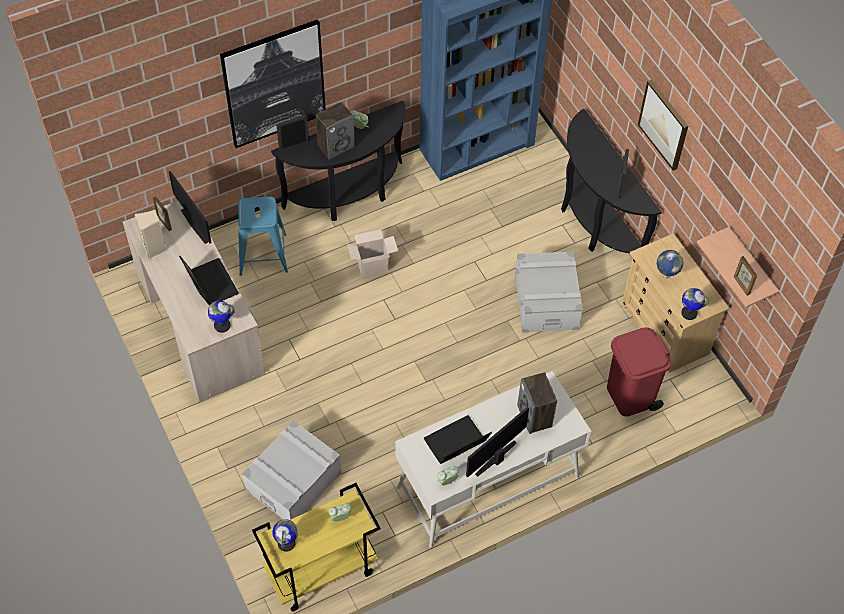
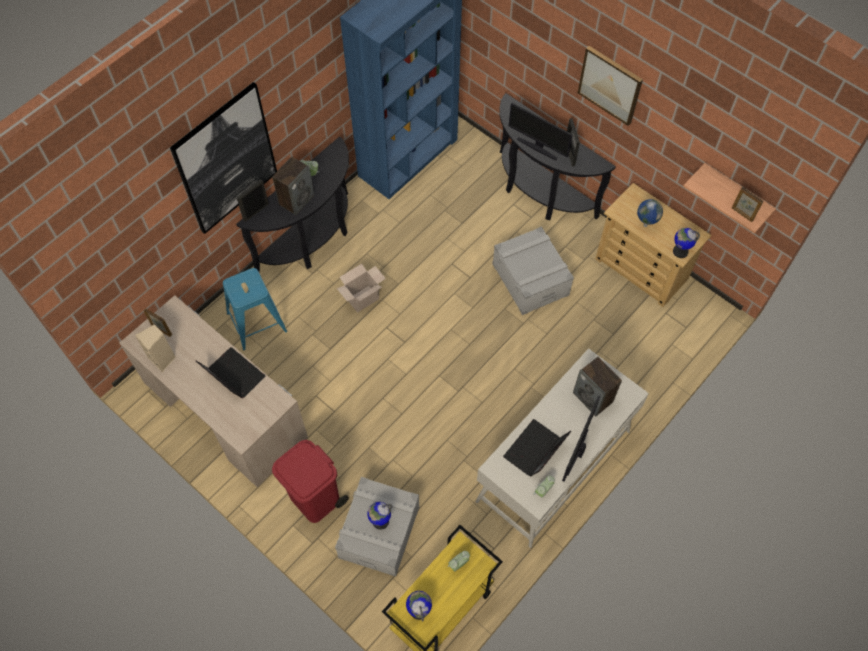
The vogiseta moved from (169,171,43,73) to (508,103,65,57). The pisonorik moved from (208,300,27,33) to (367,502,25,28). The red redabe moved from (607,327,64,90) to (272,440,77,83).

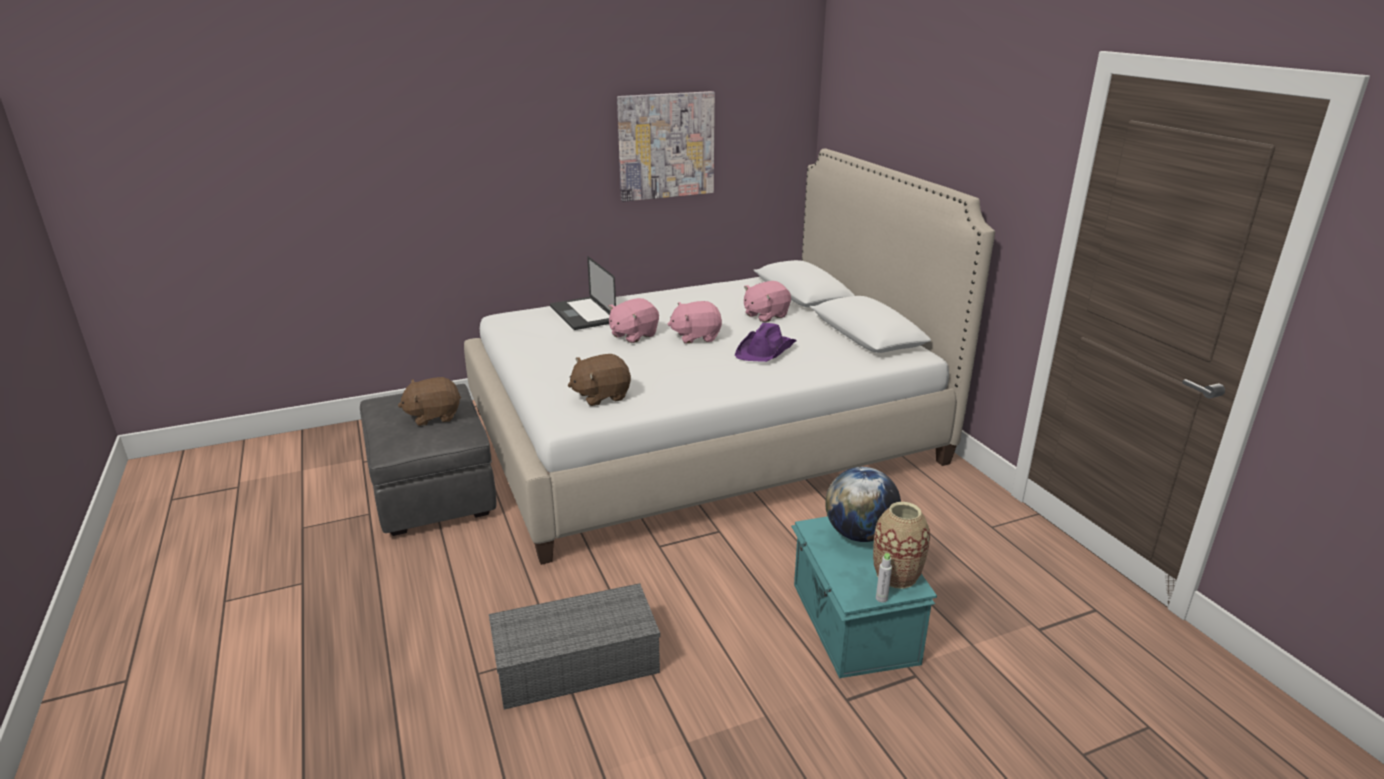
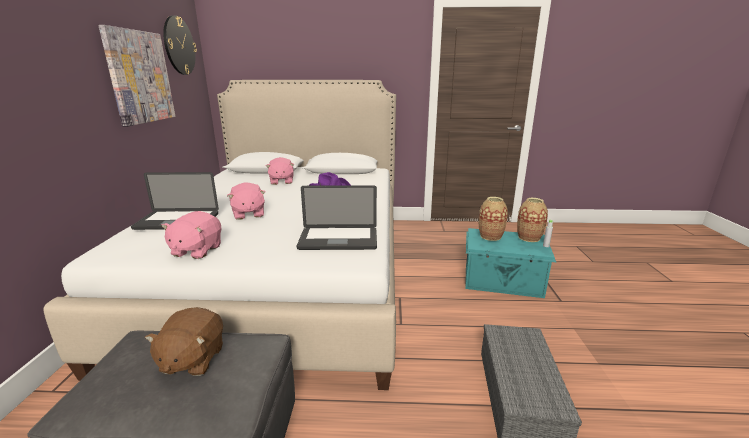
The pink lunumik moved from (668,301,54,43) to (161,211,60,48). The brown lunumik at (568,354,63,52) was replaced by the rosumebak at (297,185,80,65). The pisonorik at (825,467,76,75) was replaced by the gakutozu at (479,197,29,44). The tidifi at (163,15,34,60) appeared.

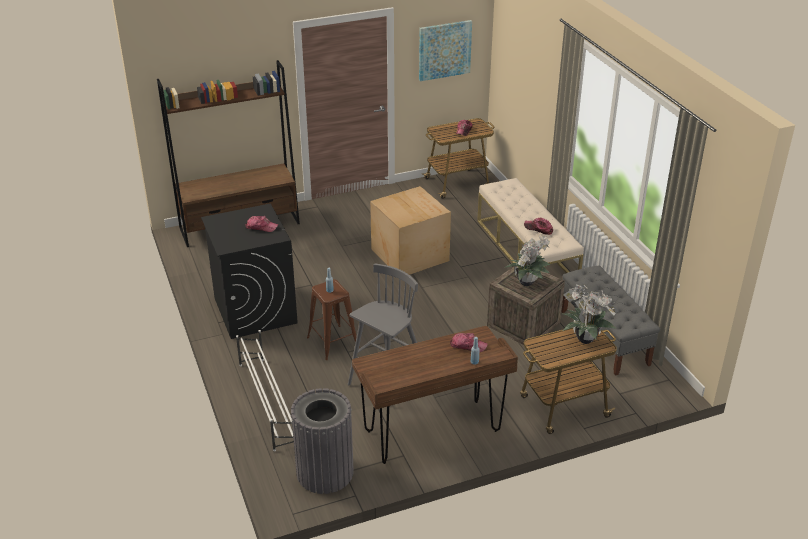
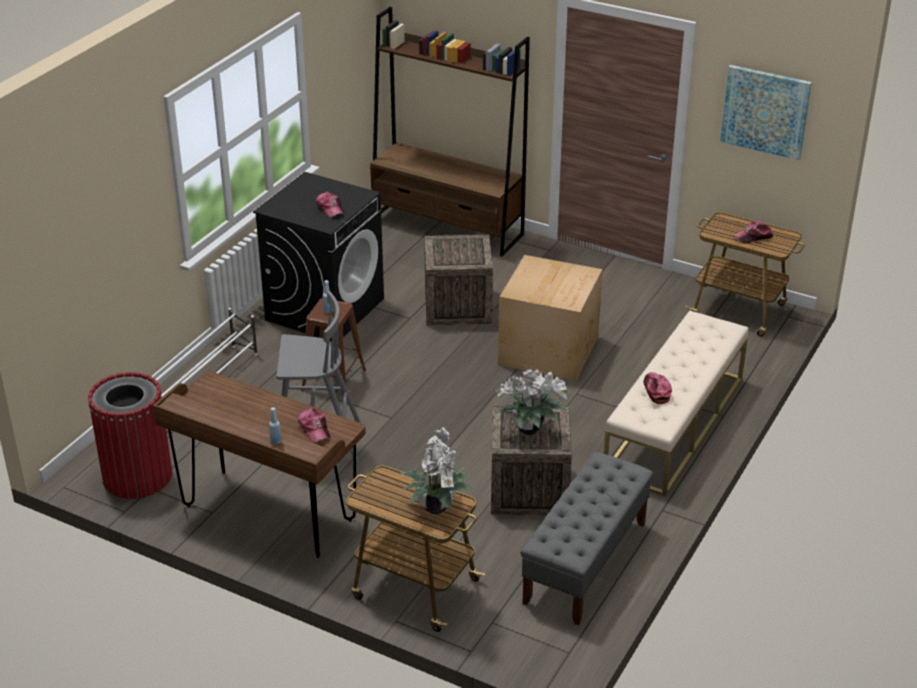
The grey redabe at (291,388,63,106) became the red redabe at (88,372,84,127). The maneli at (424,234,69,91) appeared.

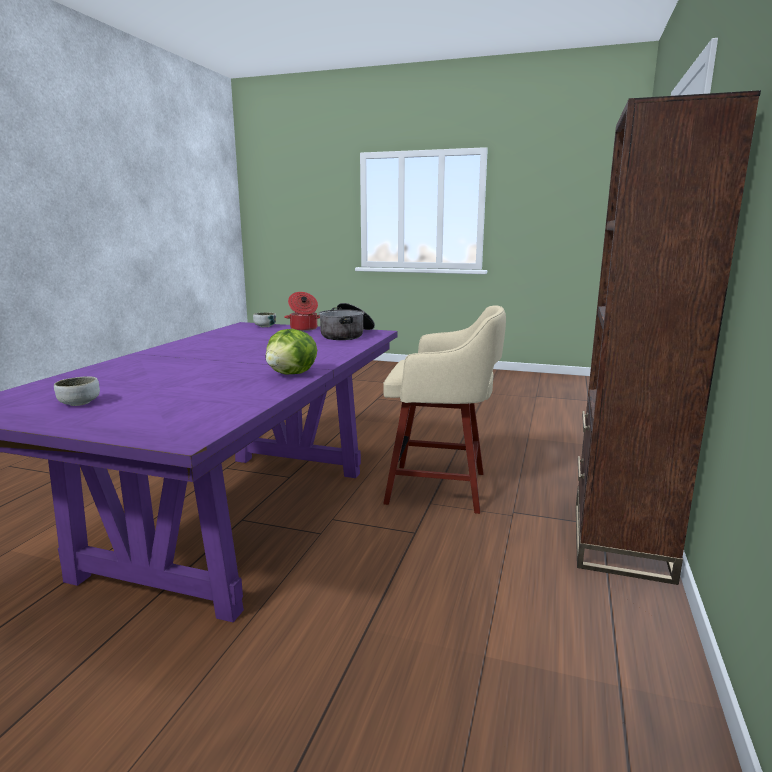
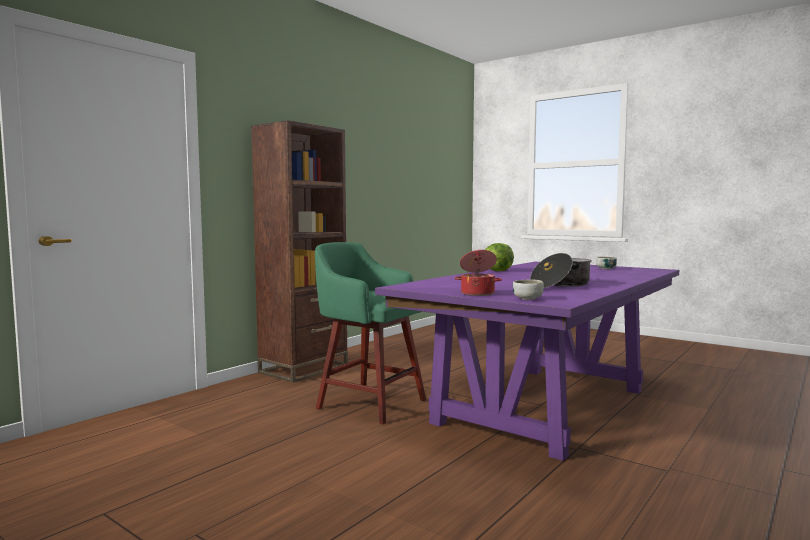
The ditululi moved from (319,303,56,37) to (530,253,62,35). The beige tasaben at (383,305,123,209) became the green tasaben at (315,242,111,182).

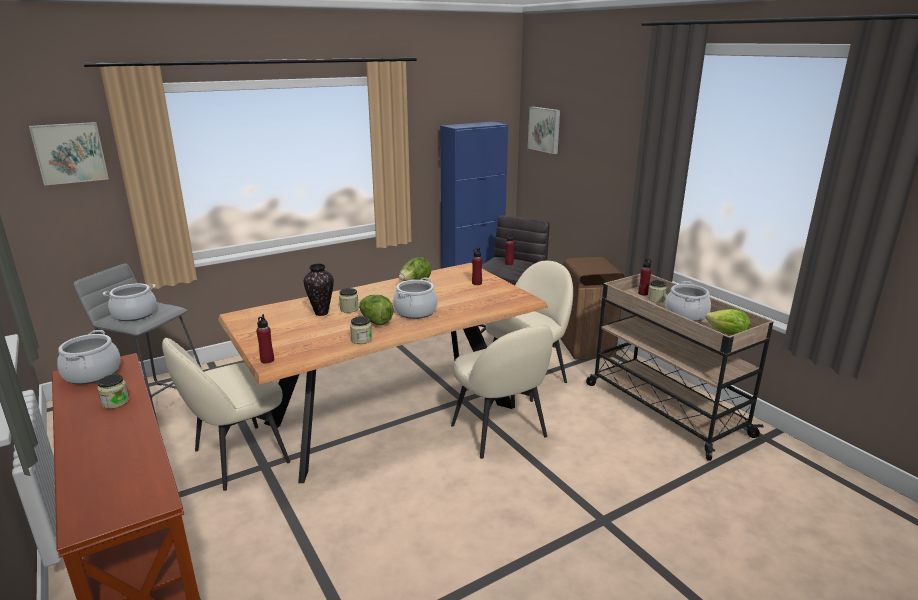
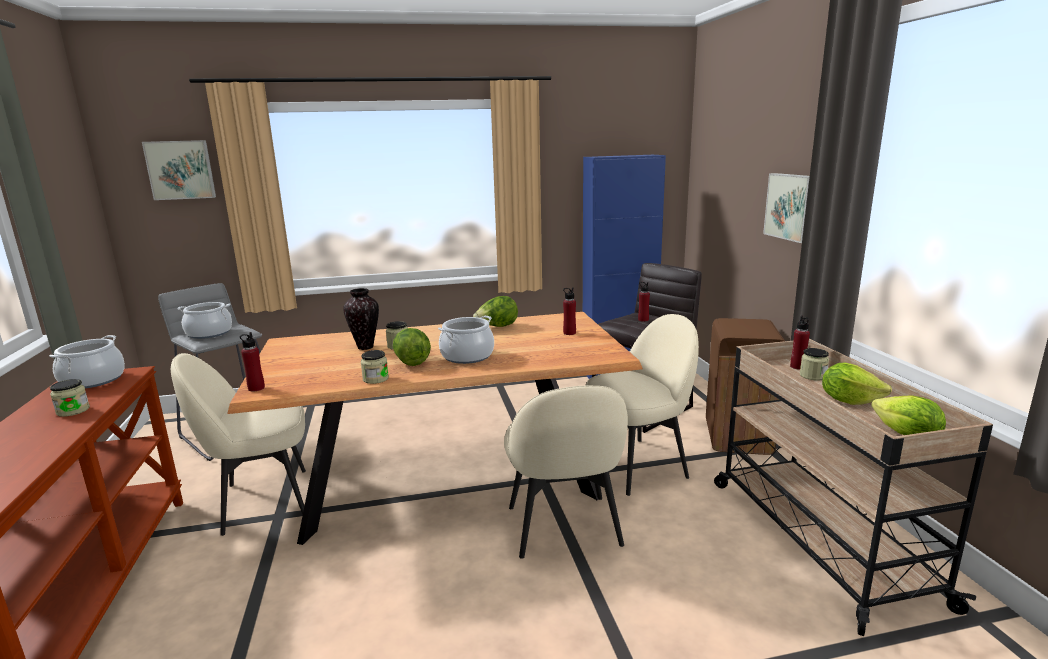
The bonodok moved from (528,107,32,47) to (763,173,47,70). The ditululi at (665,281,46,41) was replaced by the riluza at (822,362,70,43).

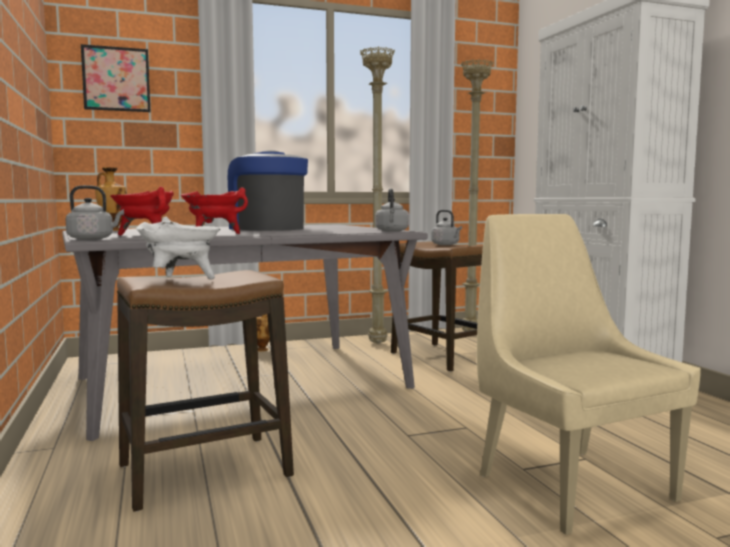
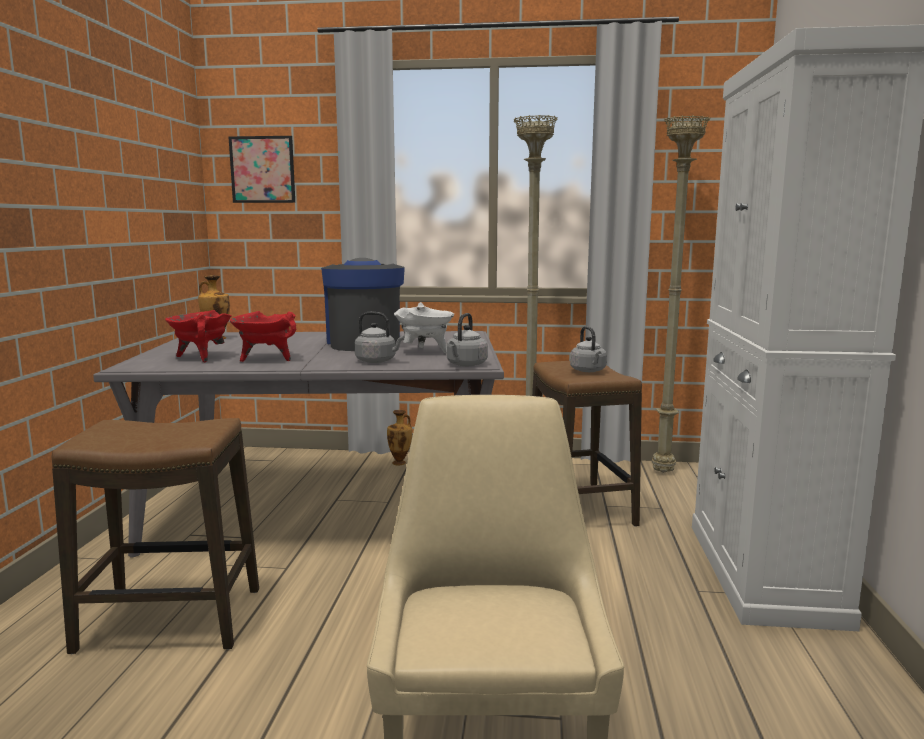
The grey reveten moved from (66,185,58,55) to (355,312,49,51). The white ditululi moved from (136,217,84,62) to (394,302,60,51).

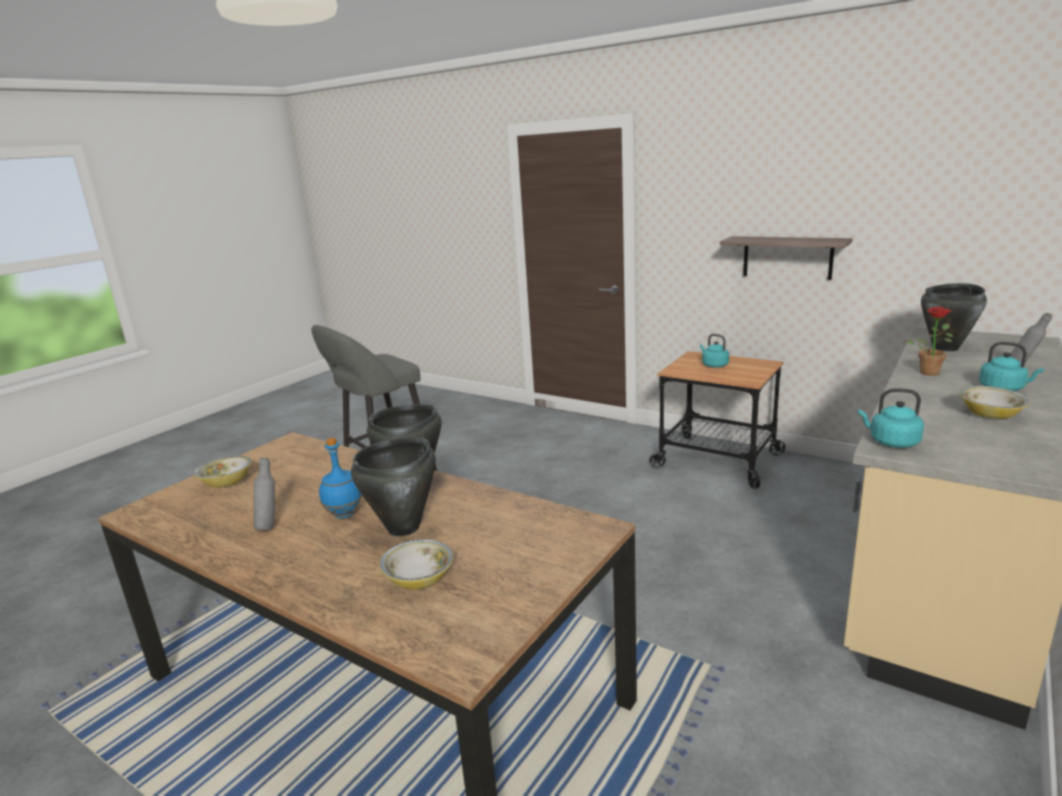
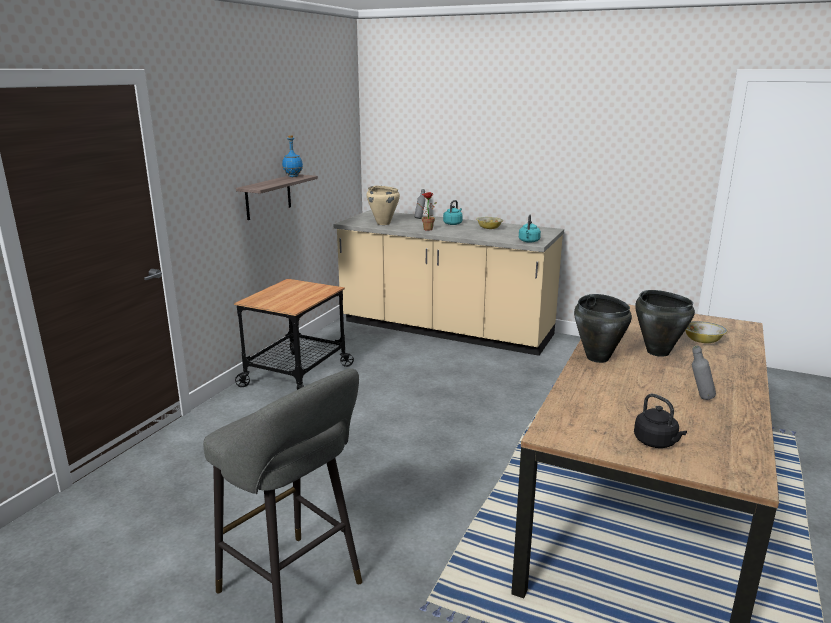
The black ditululi at (921,283,66,68) became the beige ditululi at (366,186,34,39). The turquoise reveten at (700,334,29,34) disappeared. The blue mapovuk moved from (319,438,43,81) to (282,135,21,42). The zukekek at (194,456,58,32) was replaced by the black reveten at (634,394,53,54).

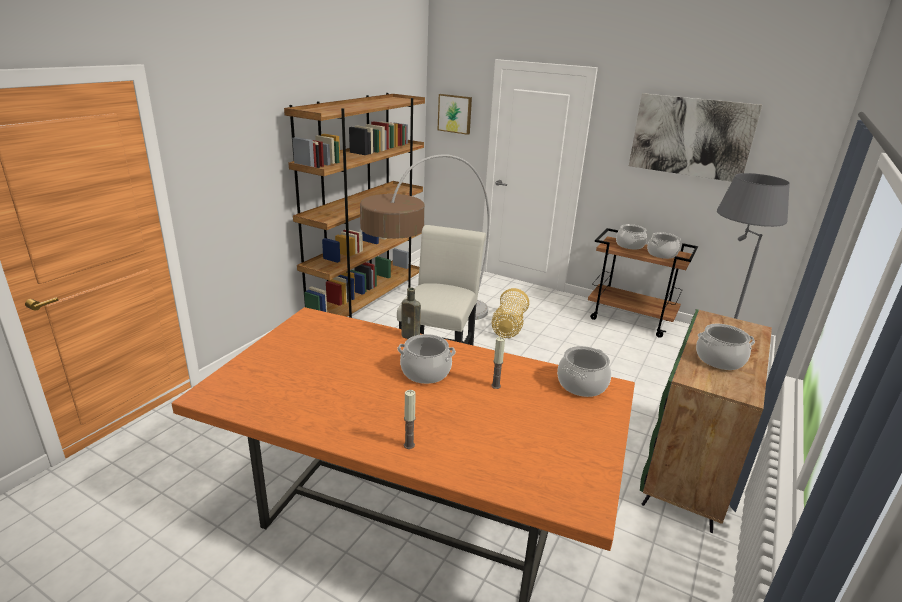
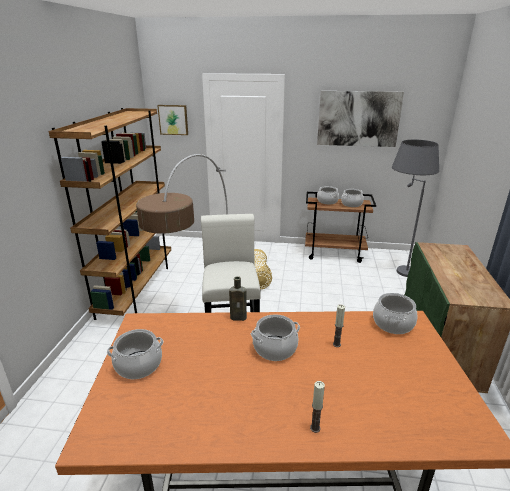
The ditululi moved from (696,324,59,46) to (107,329,56,50).

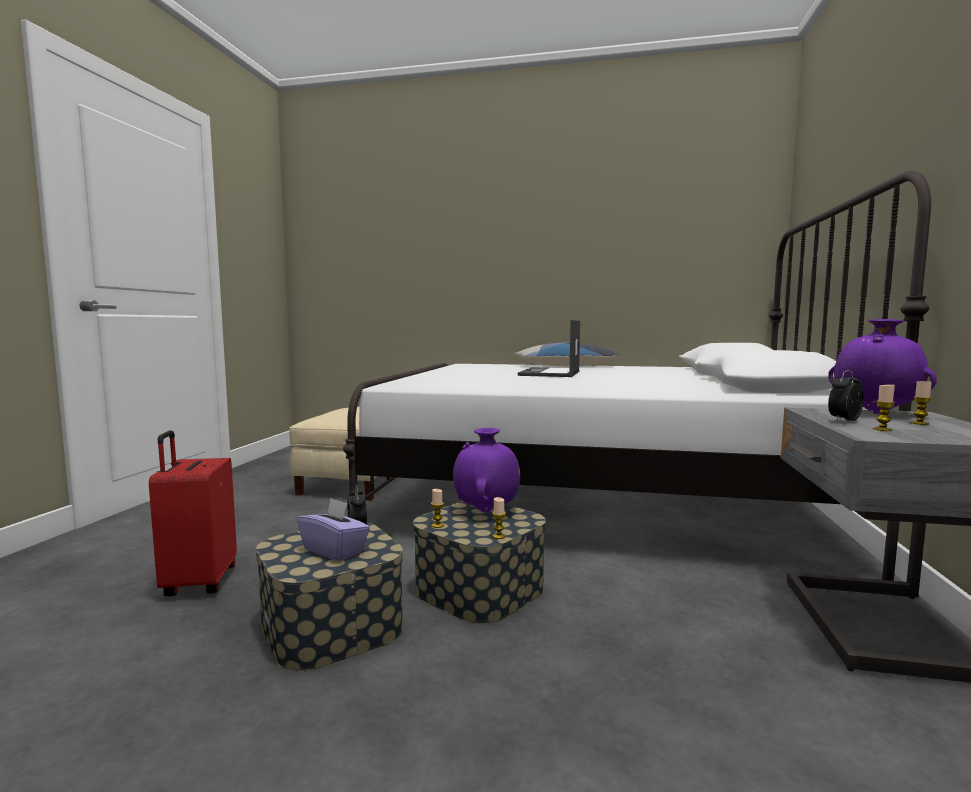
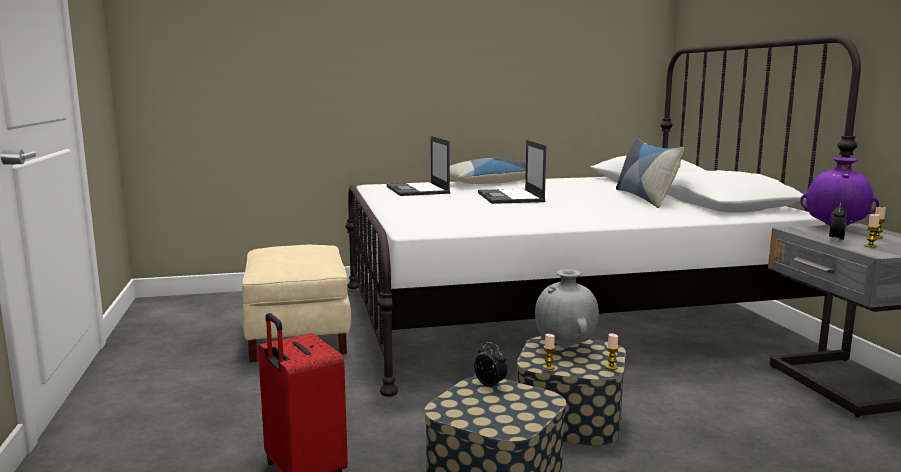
The purple gakutozu at (453,428,67,84) became the grey gakutozu at (535,269,64,79). The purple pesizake at (297,498,73,63) disappeared. The rosumebak at (387,136,63,60) appeared. The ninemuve at (616,138,68,70) appeared.

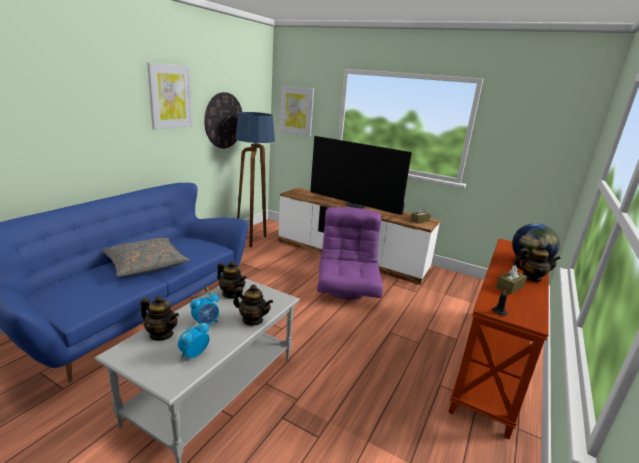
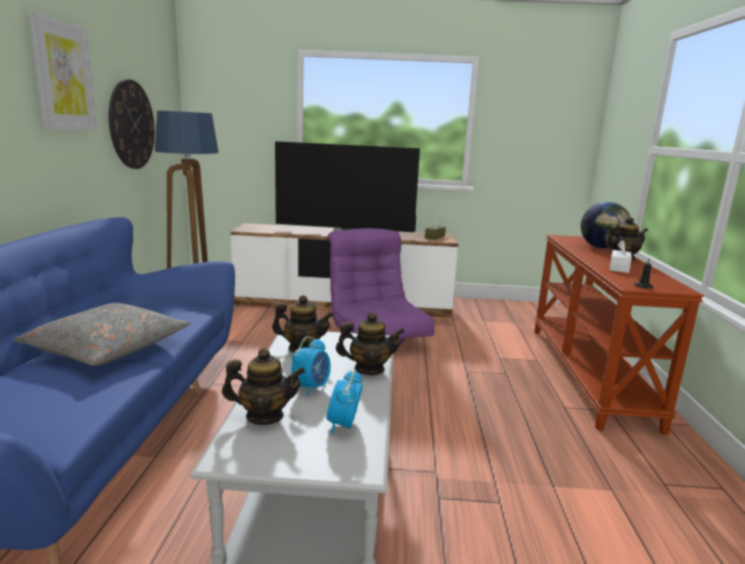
The bonodok at (280,85,34,51) disappeared. The brown pesizake at (496,265,31,29) became the white pesizake at (609,240,23,33).

